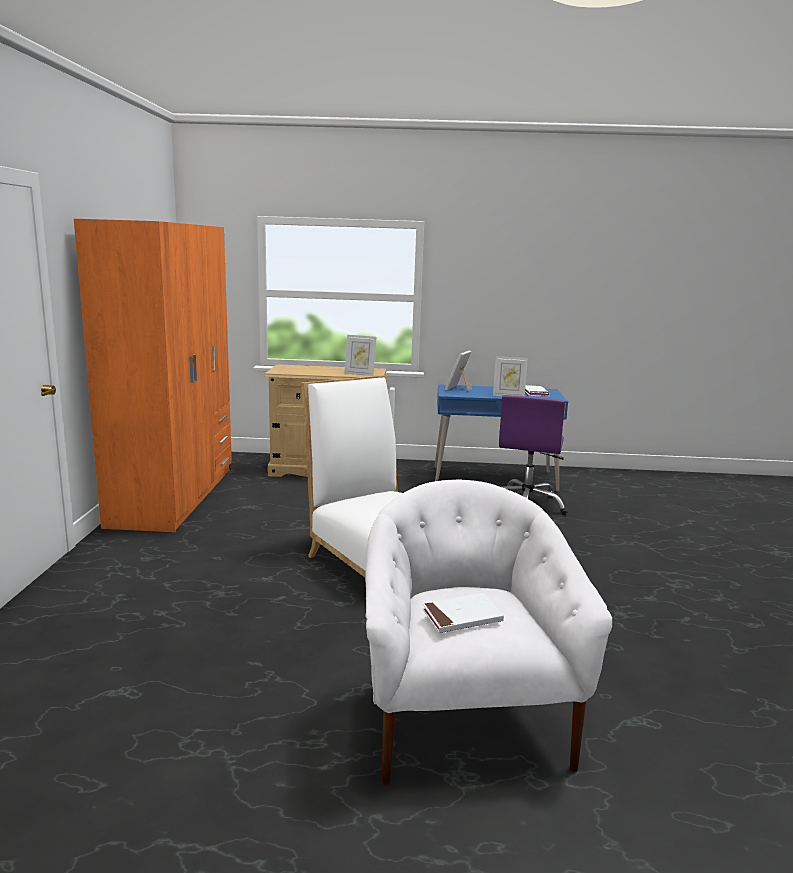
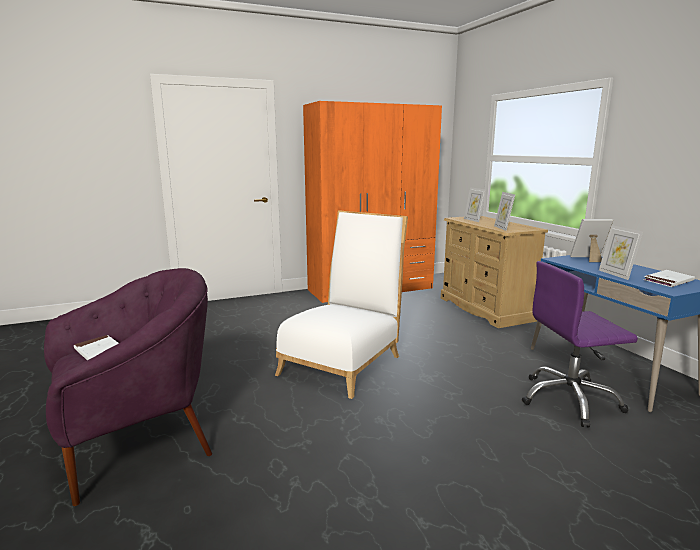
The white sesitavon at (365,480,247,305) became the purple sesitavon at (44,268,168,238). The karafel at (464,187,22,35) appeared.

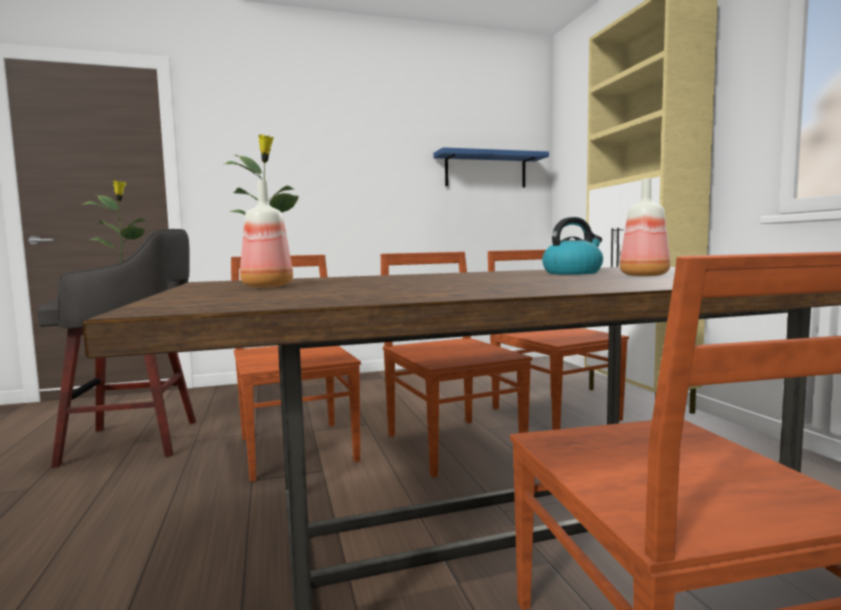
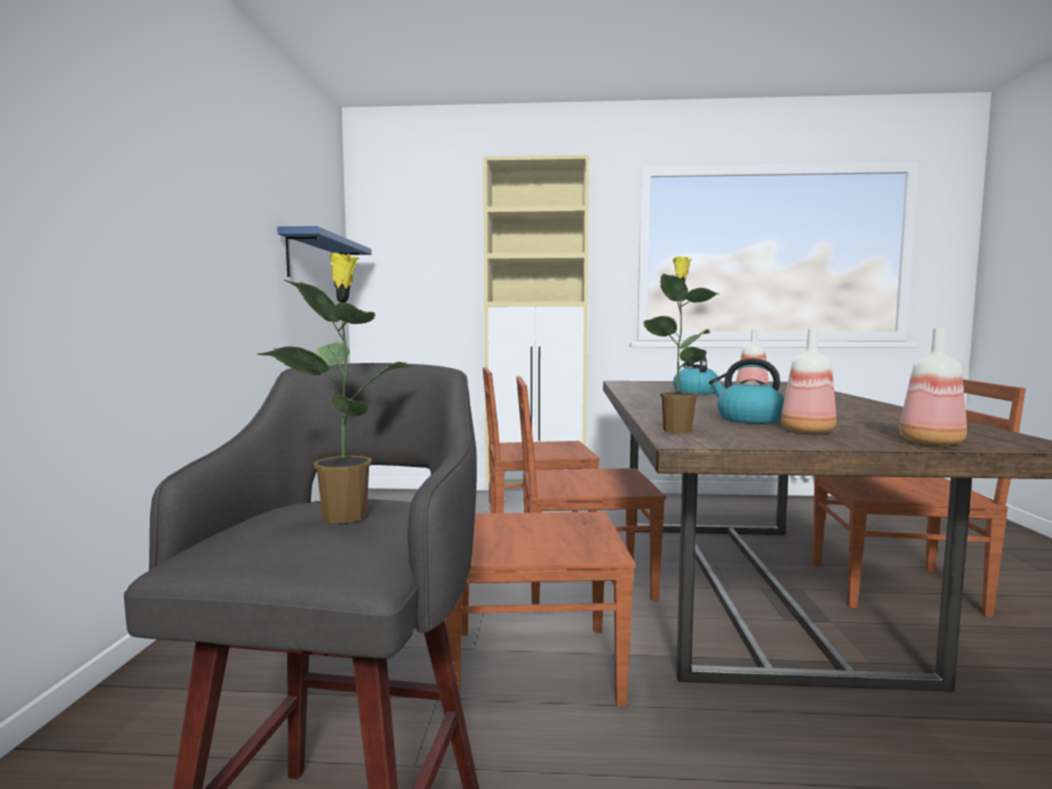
The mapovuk at (899,328,68,118) appeared. The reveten at (709,358,75,65) appeared.

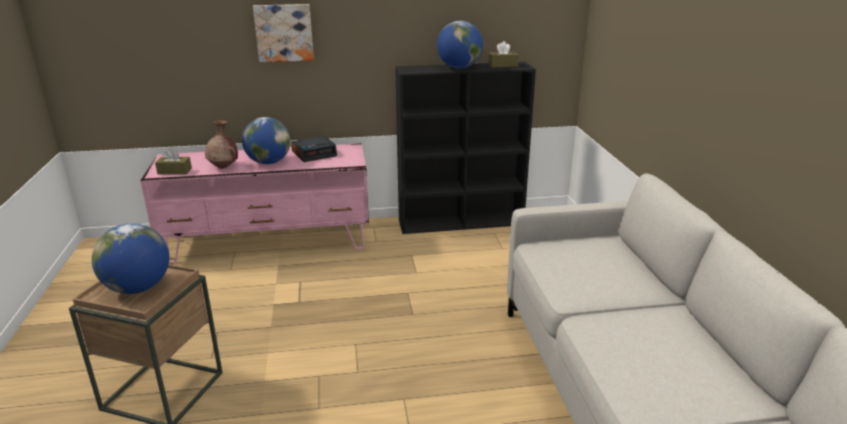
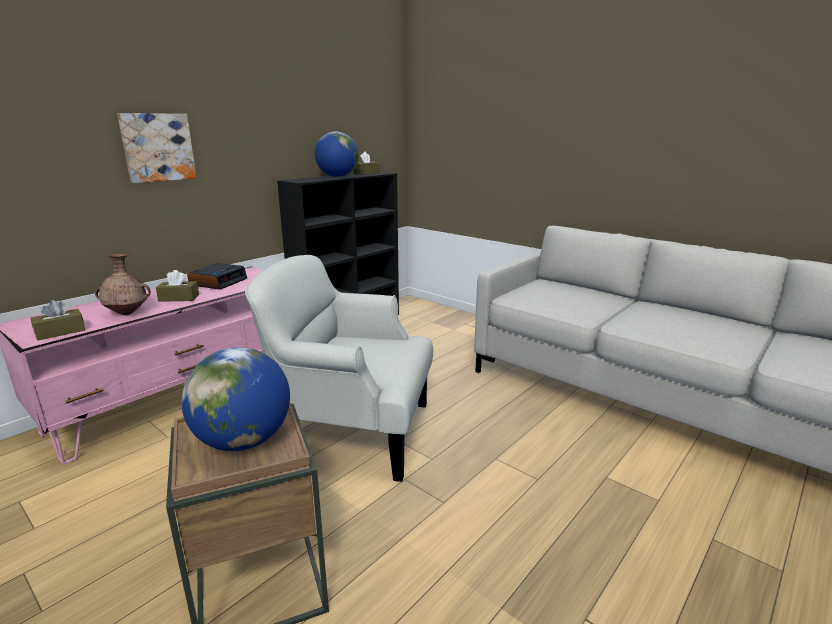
The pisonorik at (242,117,48,47) was replaced by the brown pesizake at (156,270,43,32). The white sesitavon at (245,255,188,227) appeared.

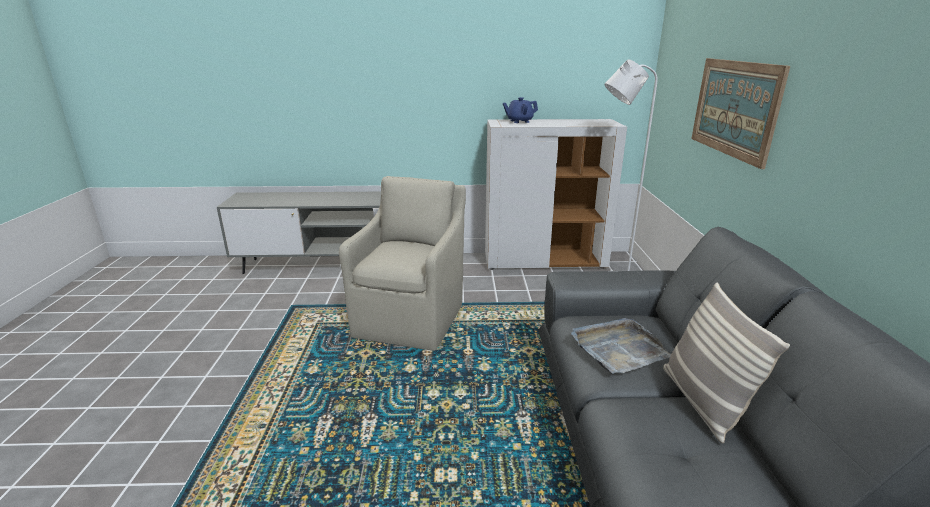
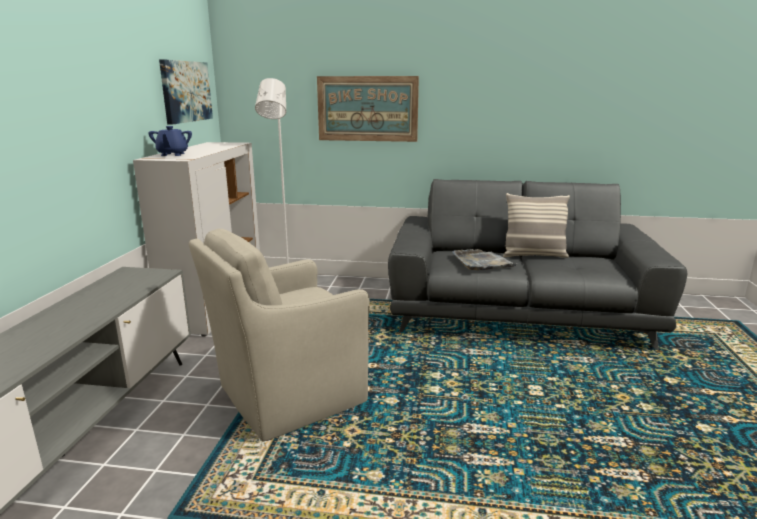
The beige sesitavon at (339,176,127,175) turned 60 degrees counterclockwise. The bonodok at (159,59,54,66) appeared.

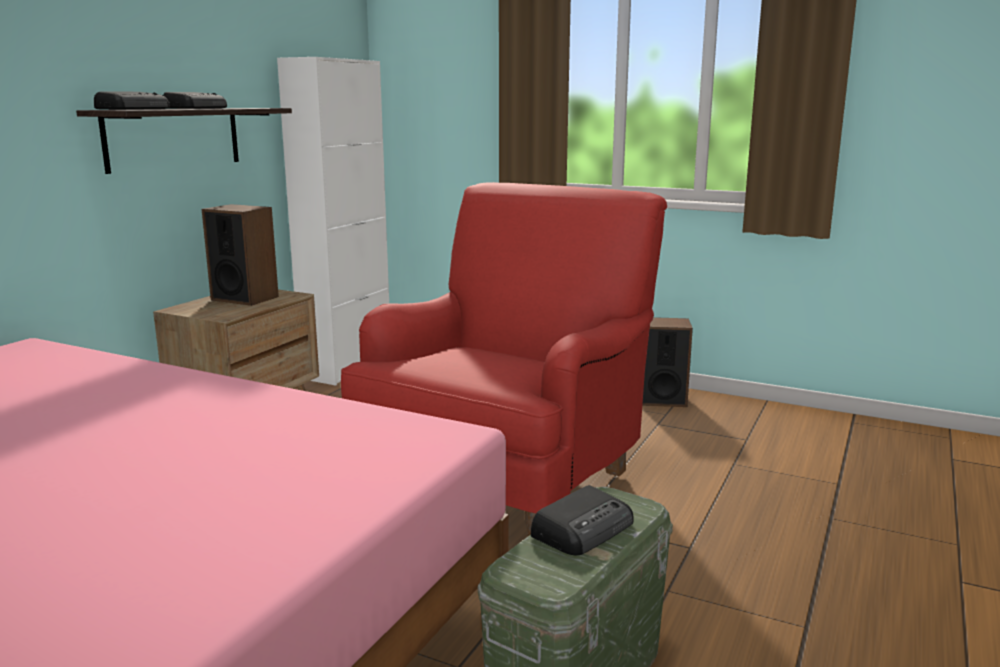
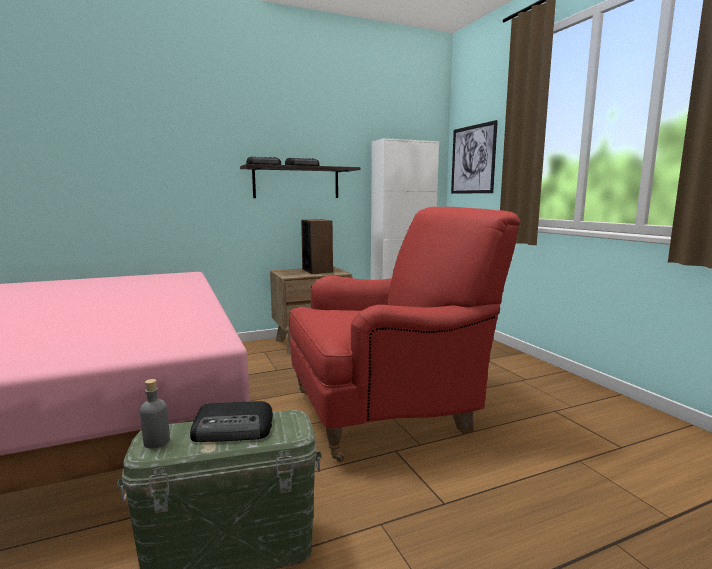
The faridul at (642,317,51,90) disappeared. The bonodok at (451,120,47,74) appeared. The grey mapovuk at (140,379,30,70) appeared.

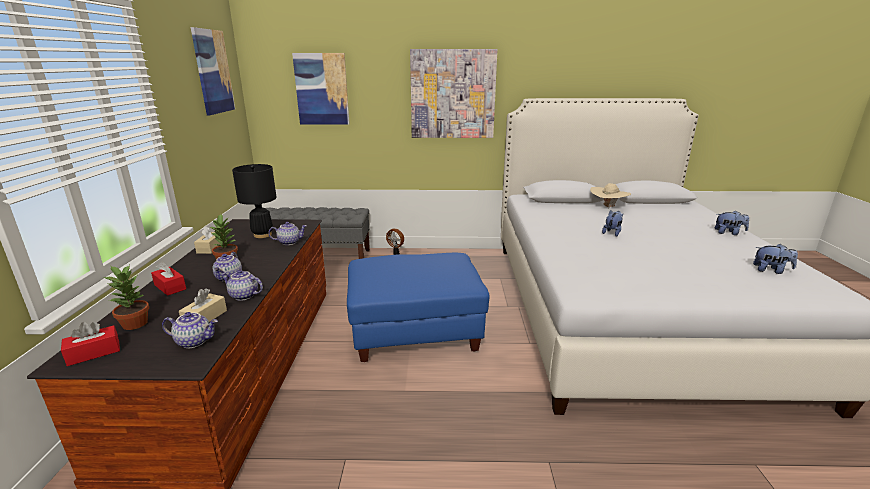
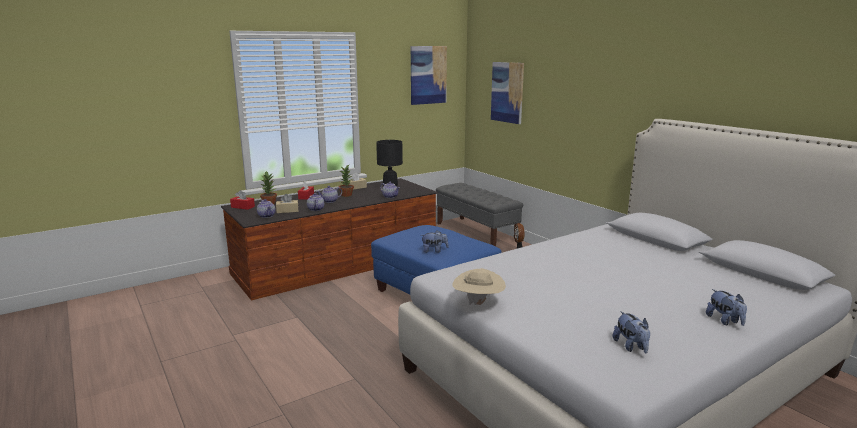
The bonodok at (410,49,88,89) disappeared. The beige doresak moved from (590,183,41,26) to (452,268,54,37). The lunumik moved from (602,210,21,27) to (422,231,27,22).

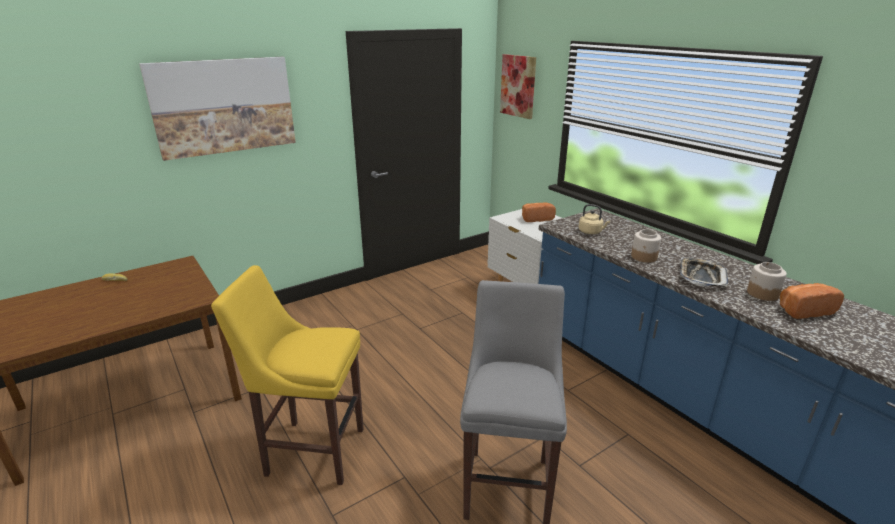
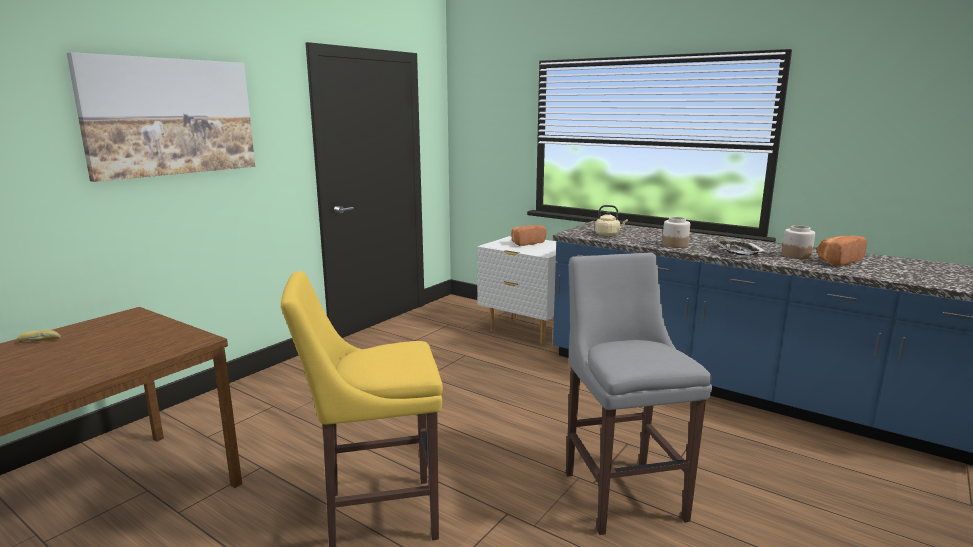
The bonodok at (500,54,36,65) disappeared.

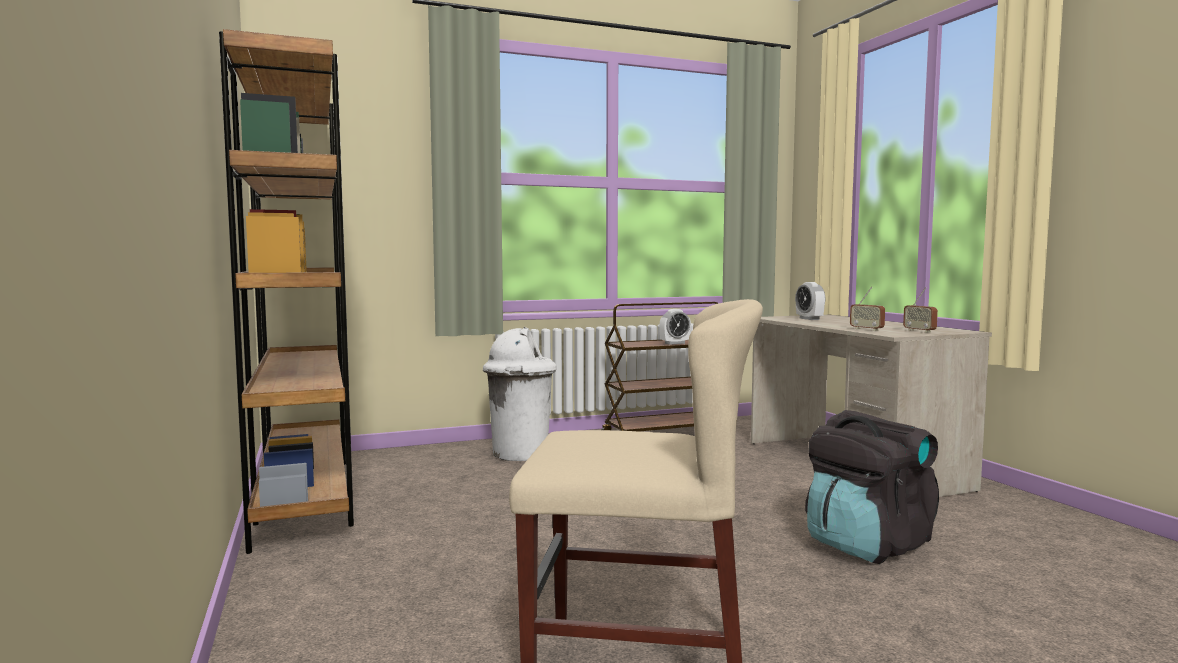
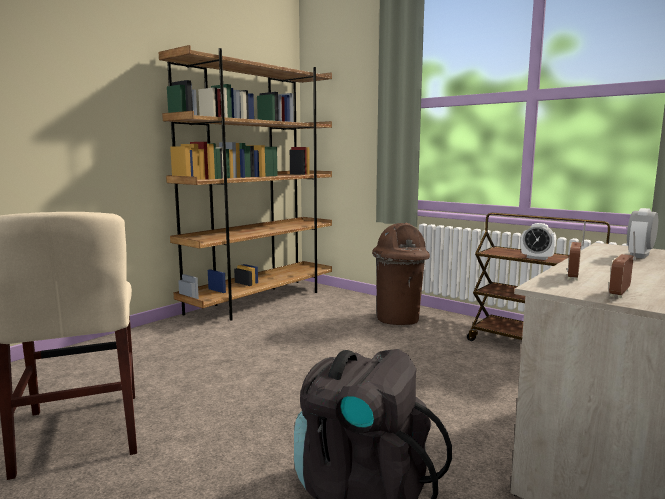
The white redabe at (483,327,74,134) became the brown redabe at (372,222,58,103).

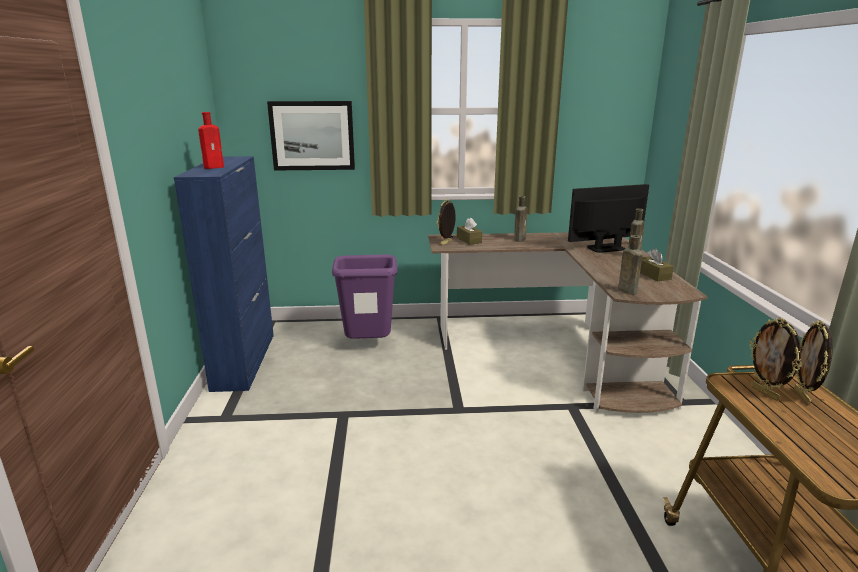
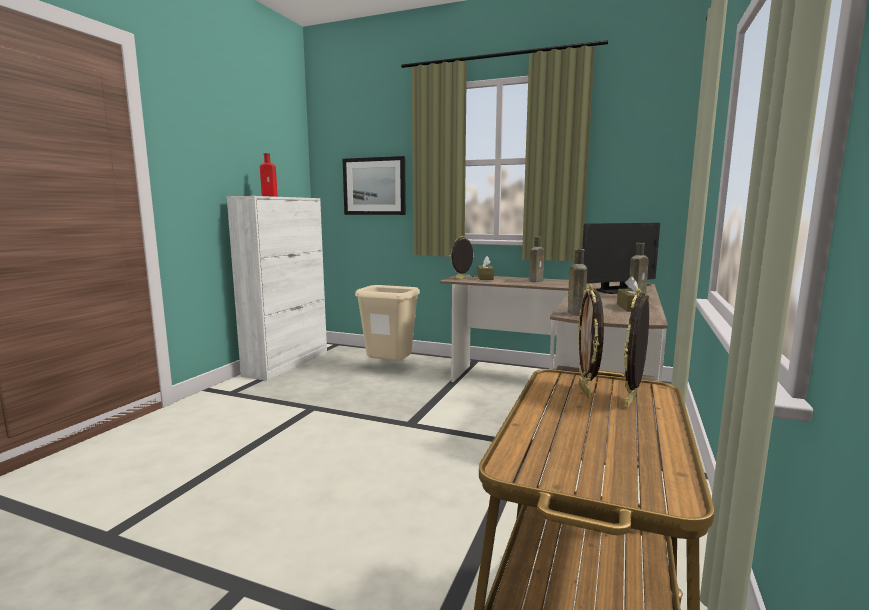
The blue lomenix at (174,156,100,236) became the white lomenix at (227,196,100,185). The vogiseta at (568,184,81,69) turned 150 degrees clockwise. The purple redabe at (332,255,65,84) became the beige redabe at (355,285,65,76).

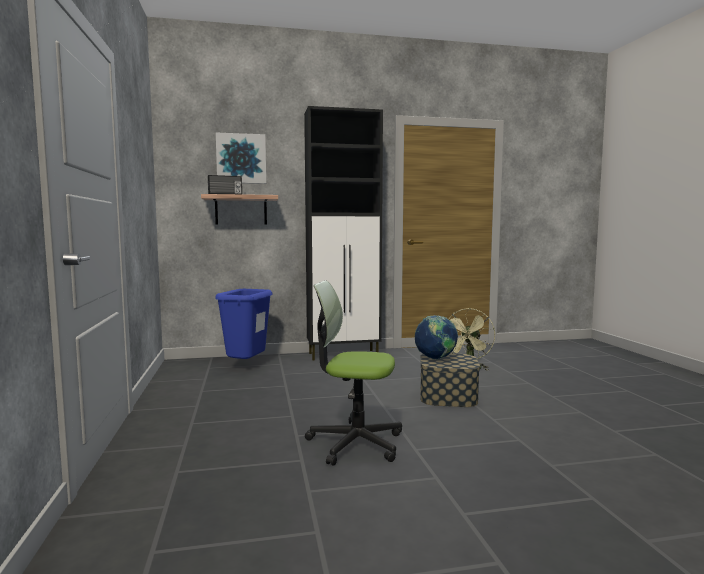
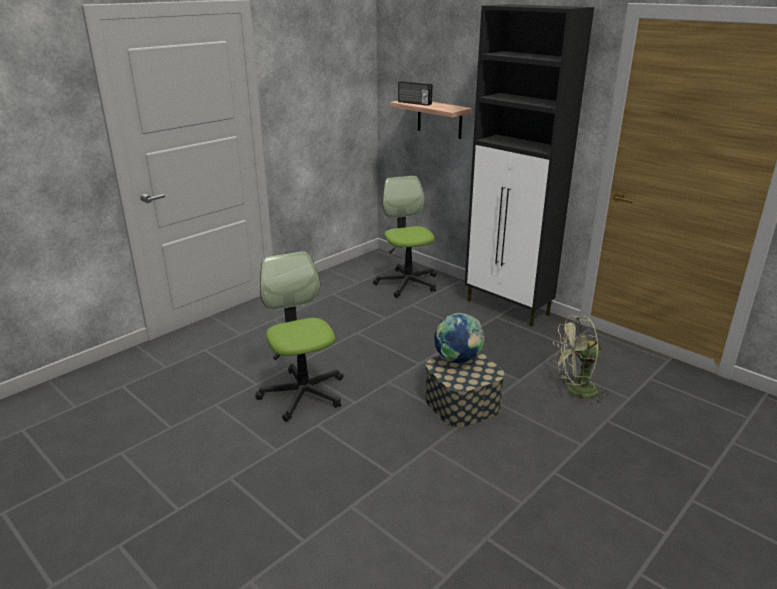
The bonodok at (216,133,50,51) disappeared. The blue redabe at (215,289,58,70) was replaced by the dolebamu at (373,176,64,122).

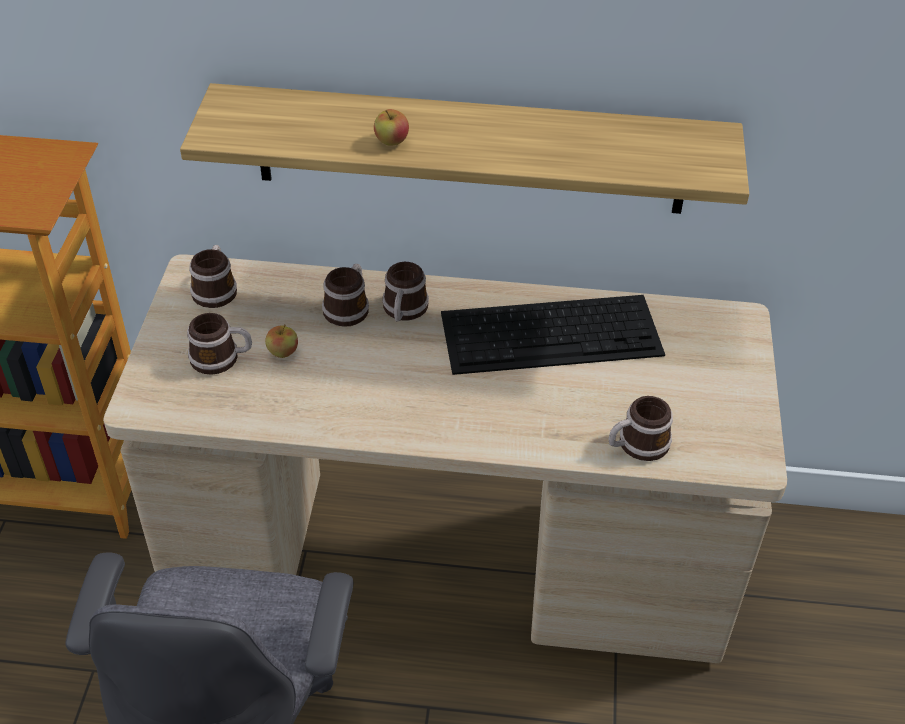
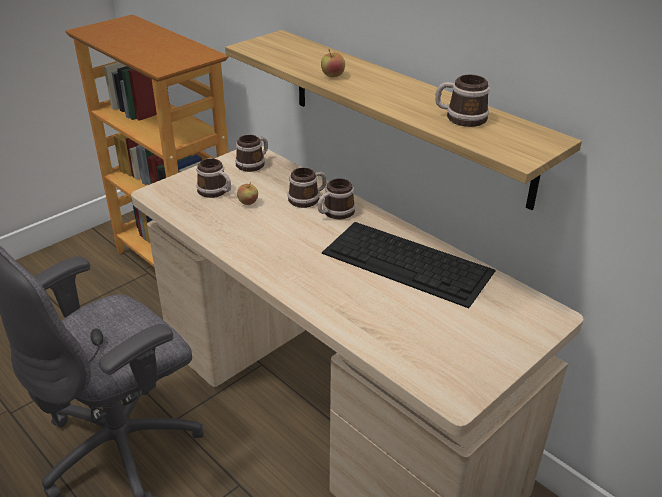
The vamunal moved from (608,396,65,65) to (435,75,55,52).

